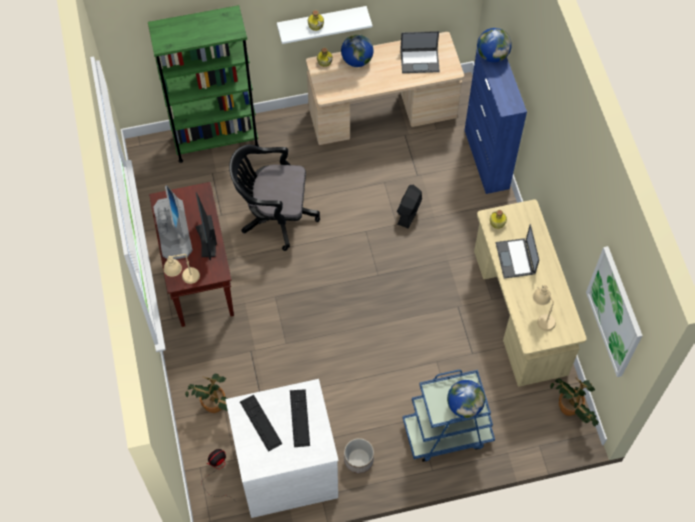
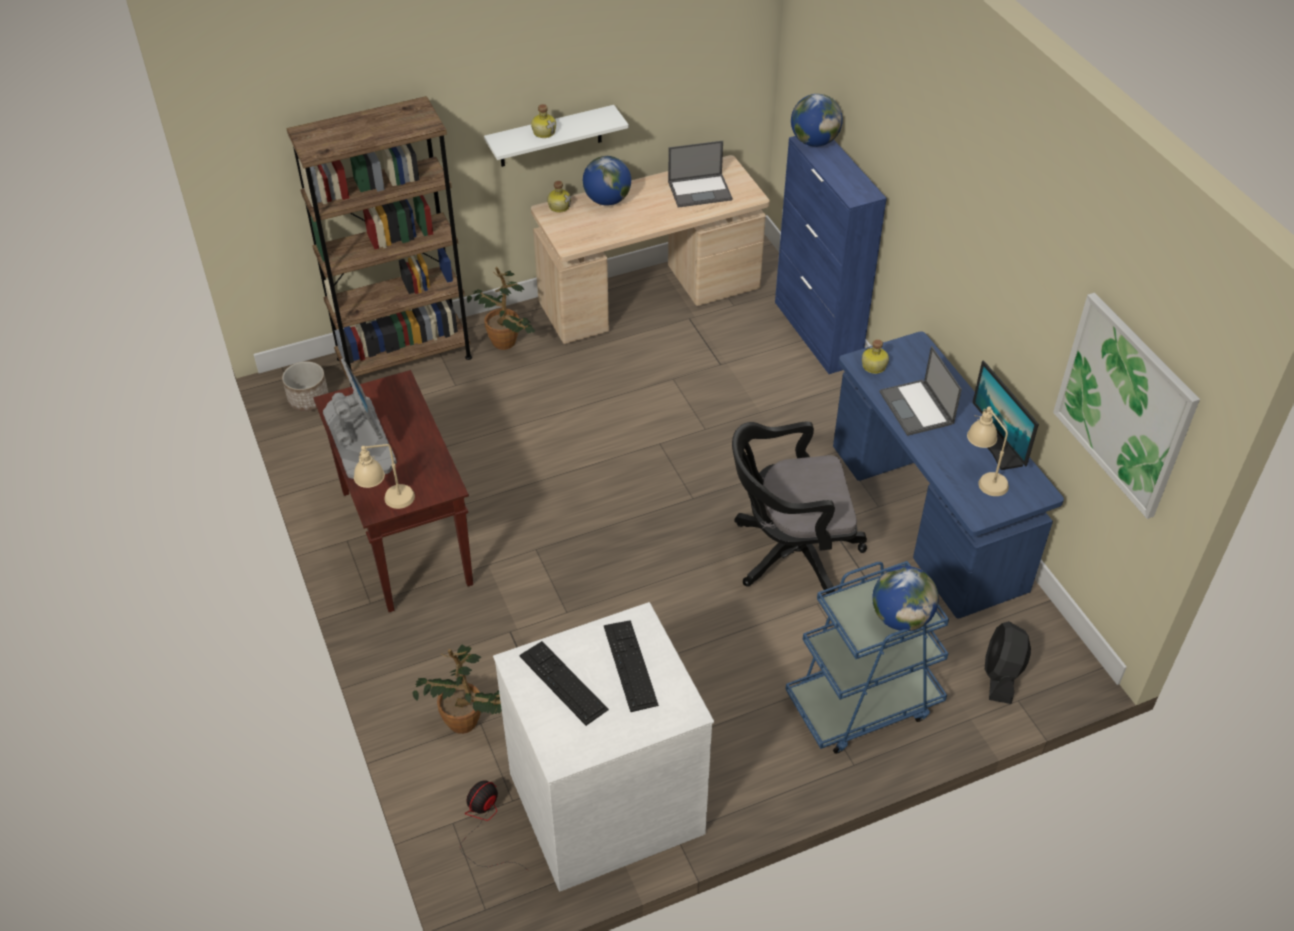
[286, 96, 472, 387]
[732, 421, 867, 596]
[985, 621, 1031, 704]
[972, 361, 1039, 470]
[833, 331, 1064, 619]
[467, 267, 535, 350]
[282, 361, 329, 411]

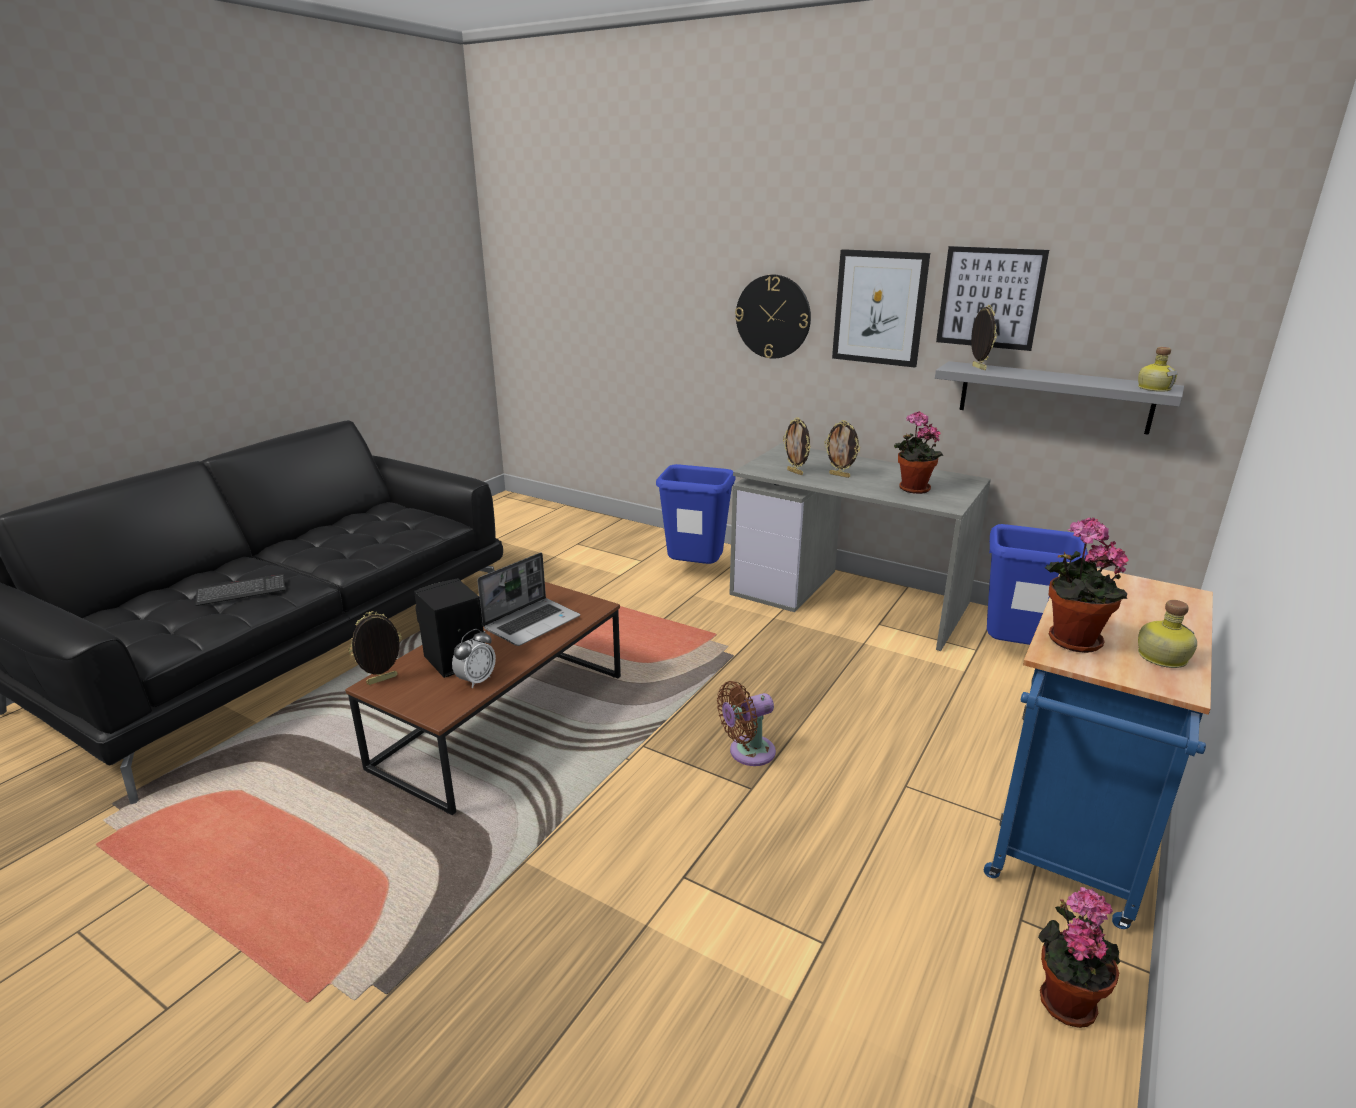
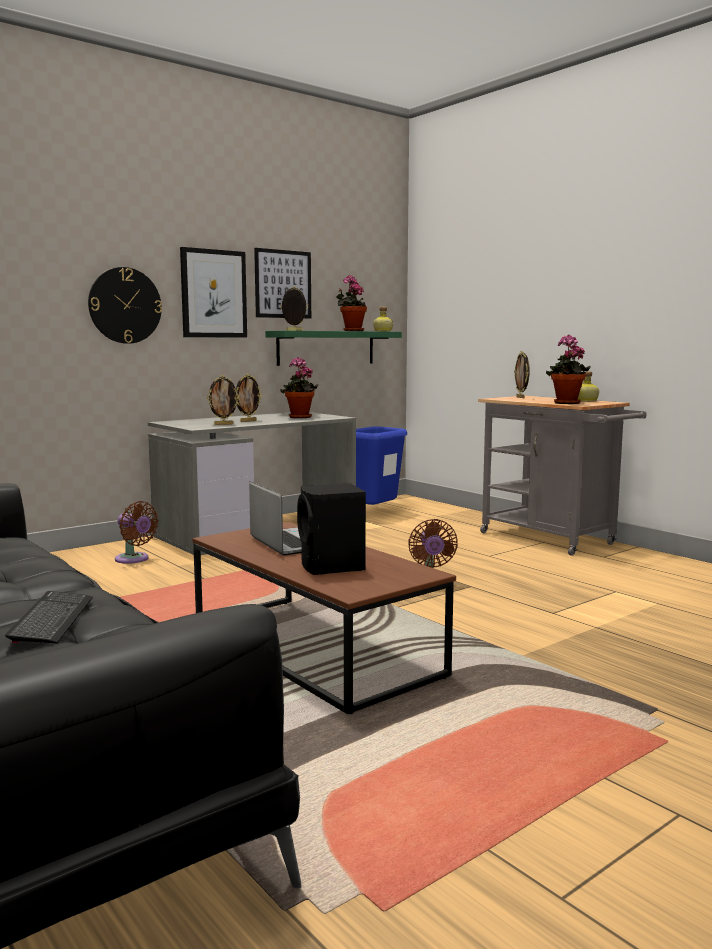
[265, 331, 402, 366]
[115, 501, 159, 564]
[478, 396, 647, 556]
[514, 351, 529, 398]
[452, 629, 496, 688] (first image)
[336, 275, 367, 331]

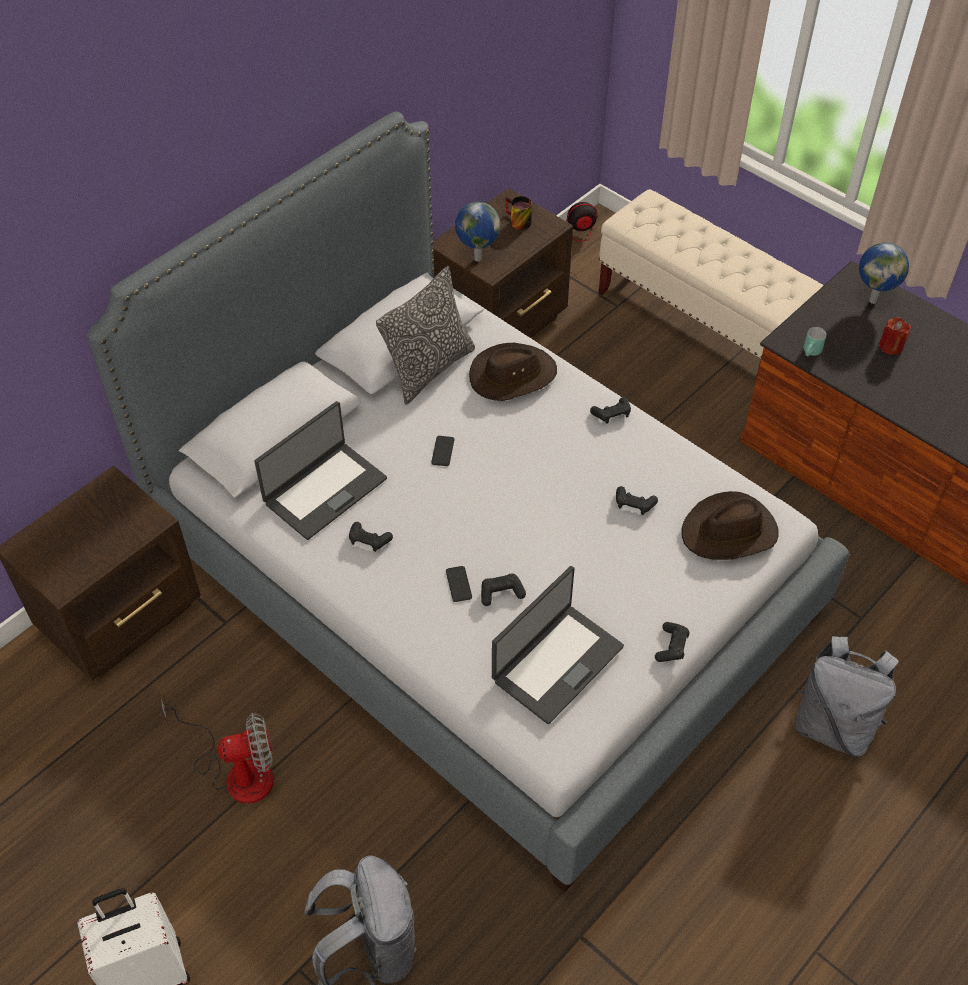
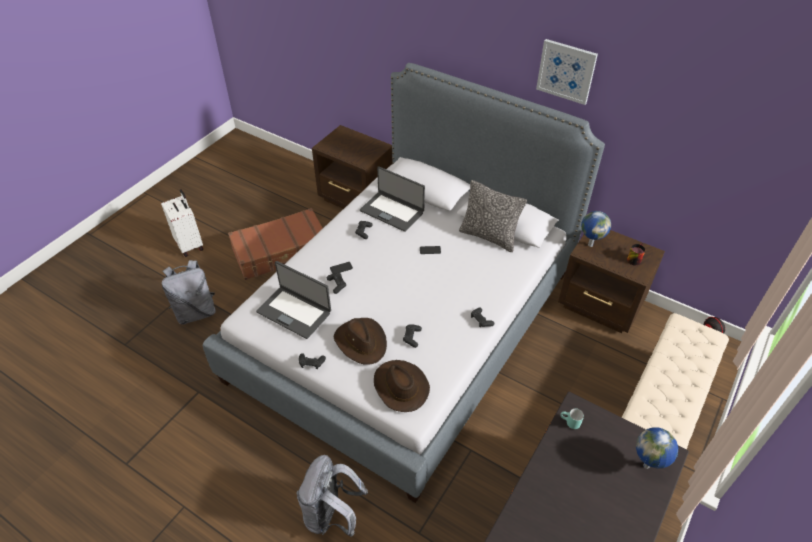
[879, 317, 911, 355] (first image)
[334, 318, 387, 365]
[228, 208, 323, 280]
[536, 39, 598, 105]

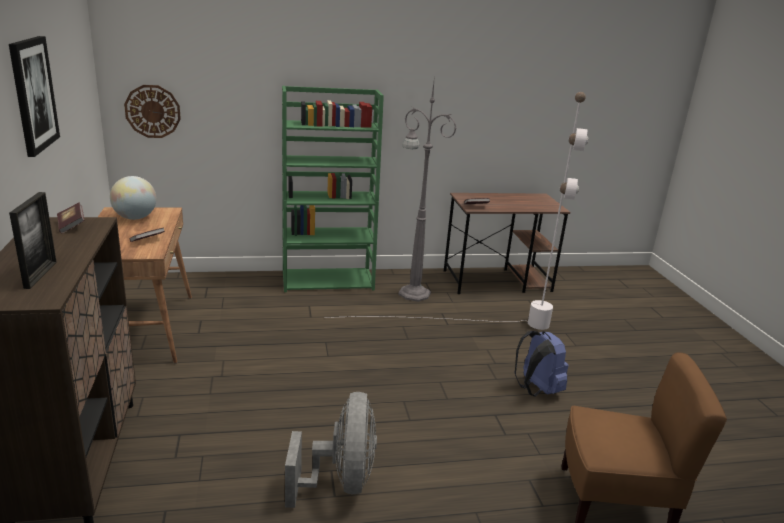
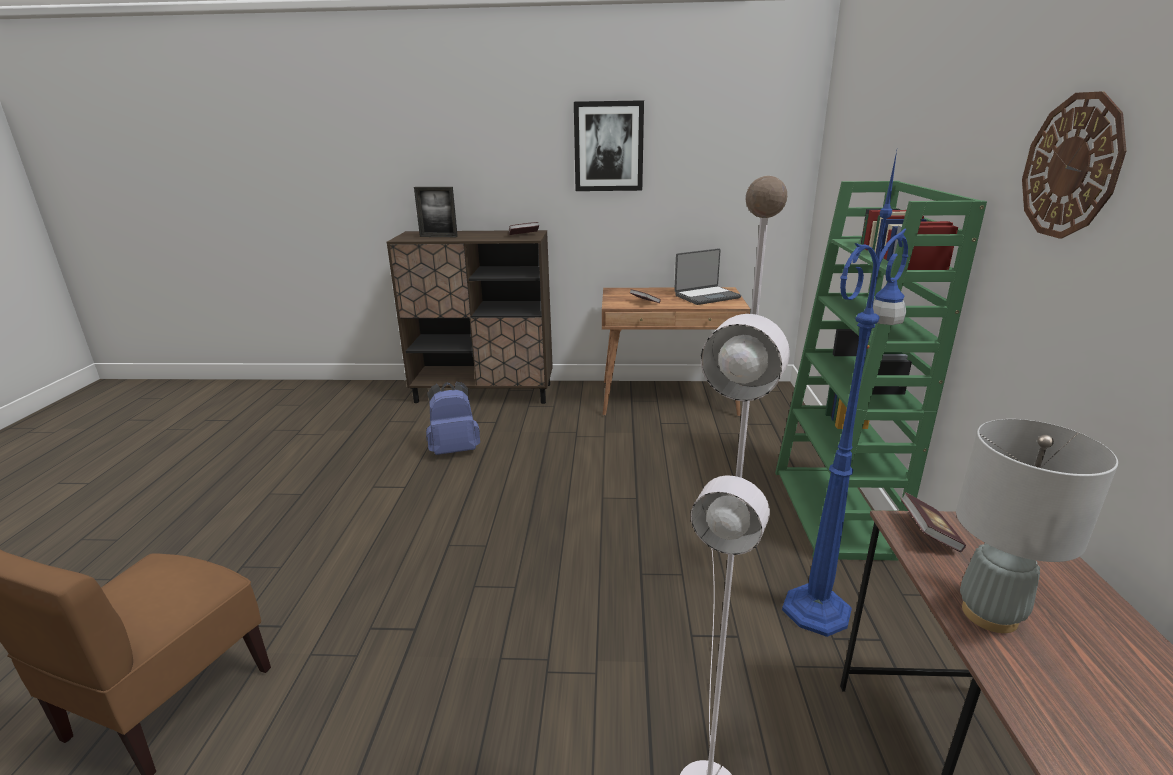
[782, 151, 909, 637]
[1022, 91, 1126, 239]
[674, 248, 741, 305]
[426, 382, 480, 455]
[285, 392, 377, 508] (first image)
[956, 419, 1118, 633]

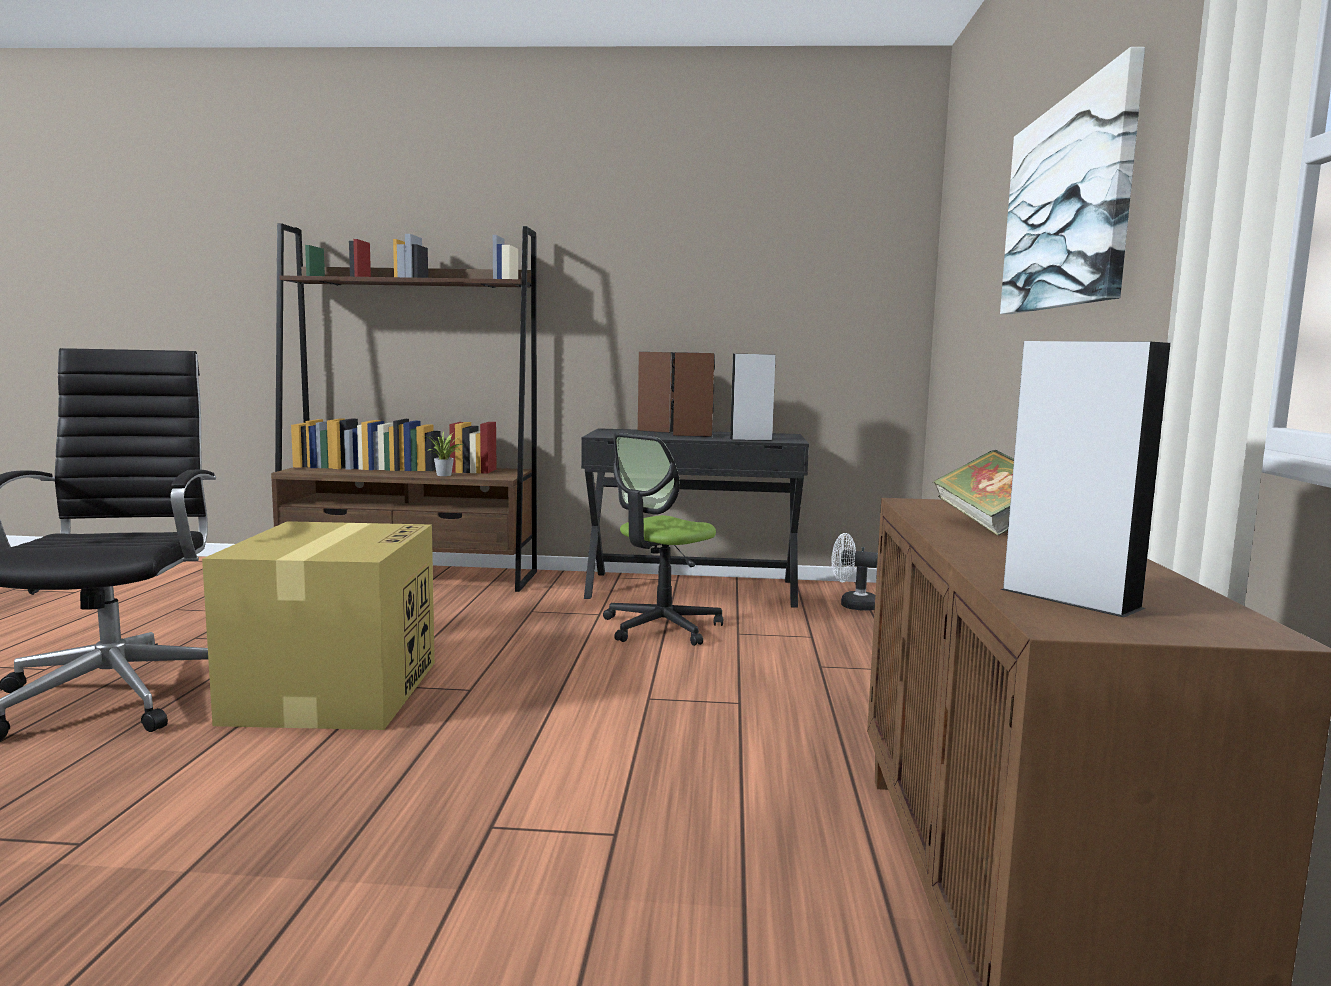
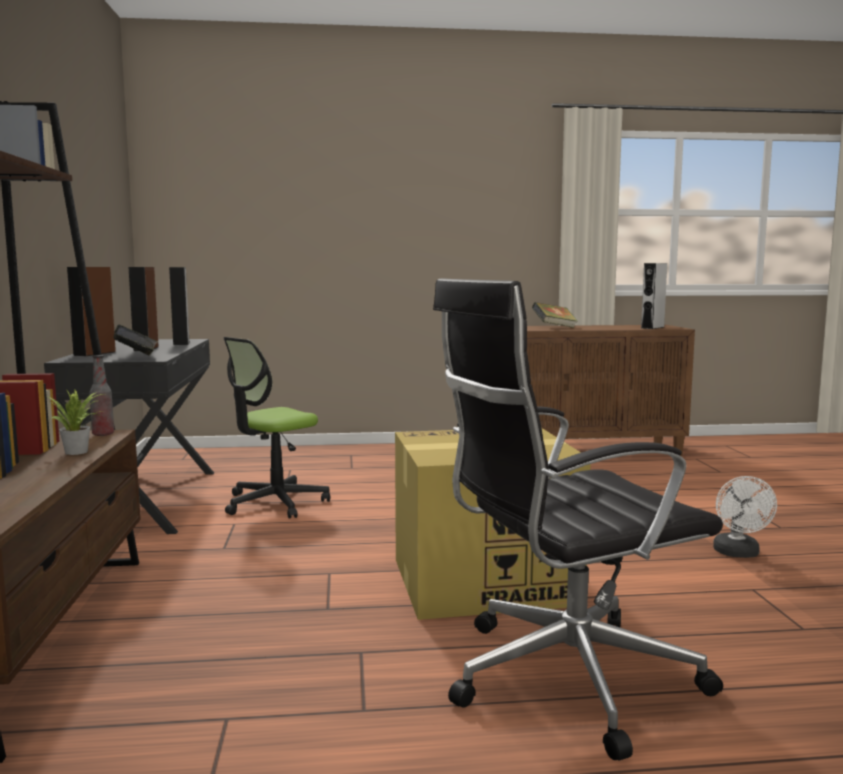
[1000, 47, 1145, 314] (first image)
[224, 337, 330, 519]
[713, 476, 777, 558]
[114, 325, 158, 356]
[89, 355, 114, 436]

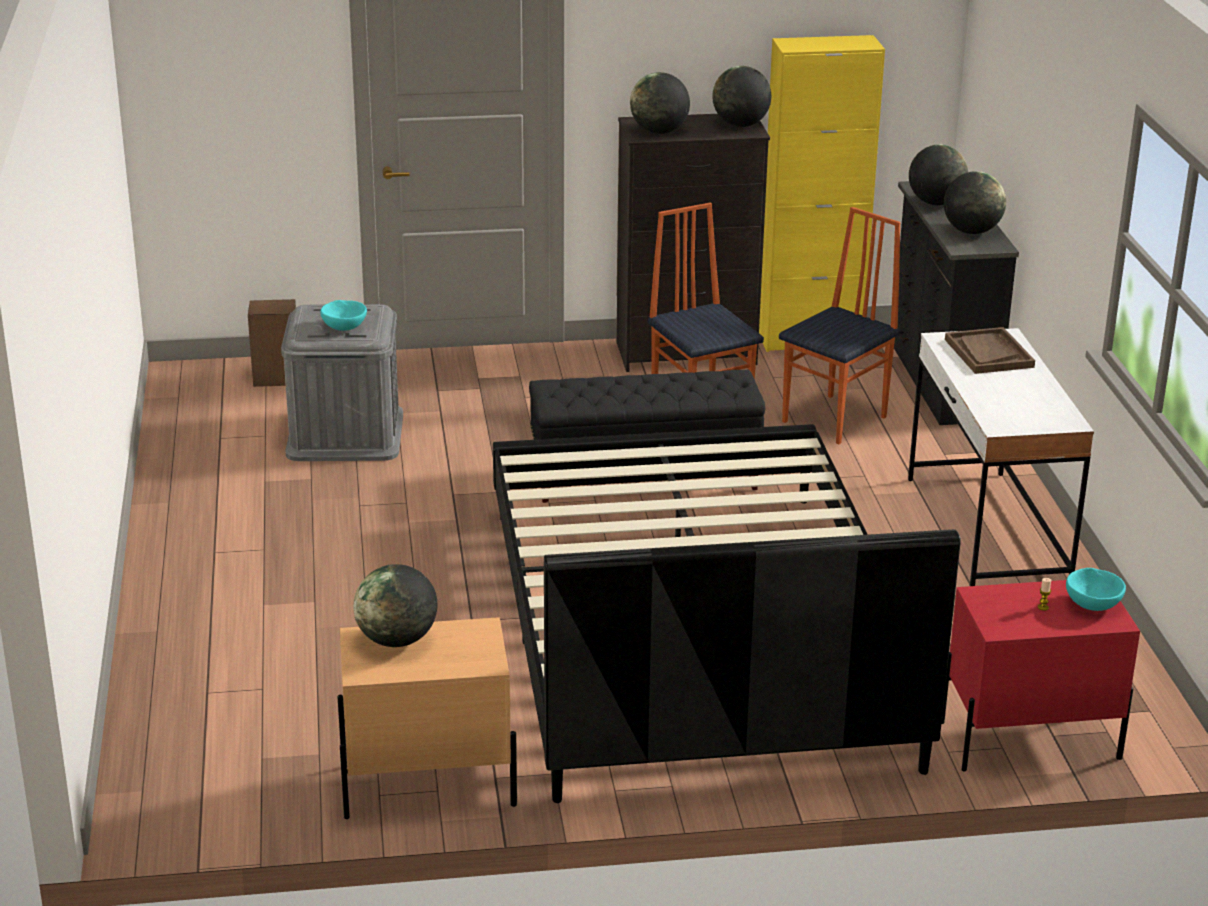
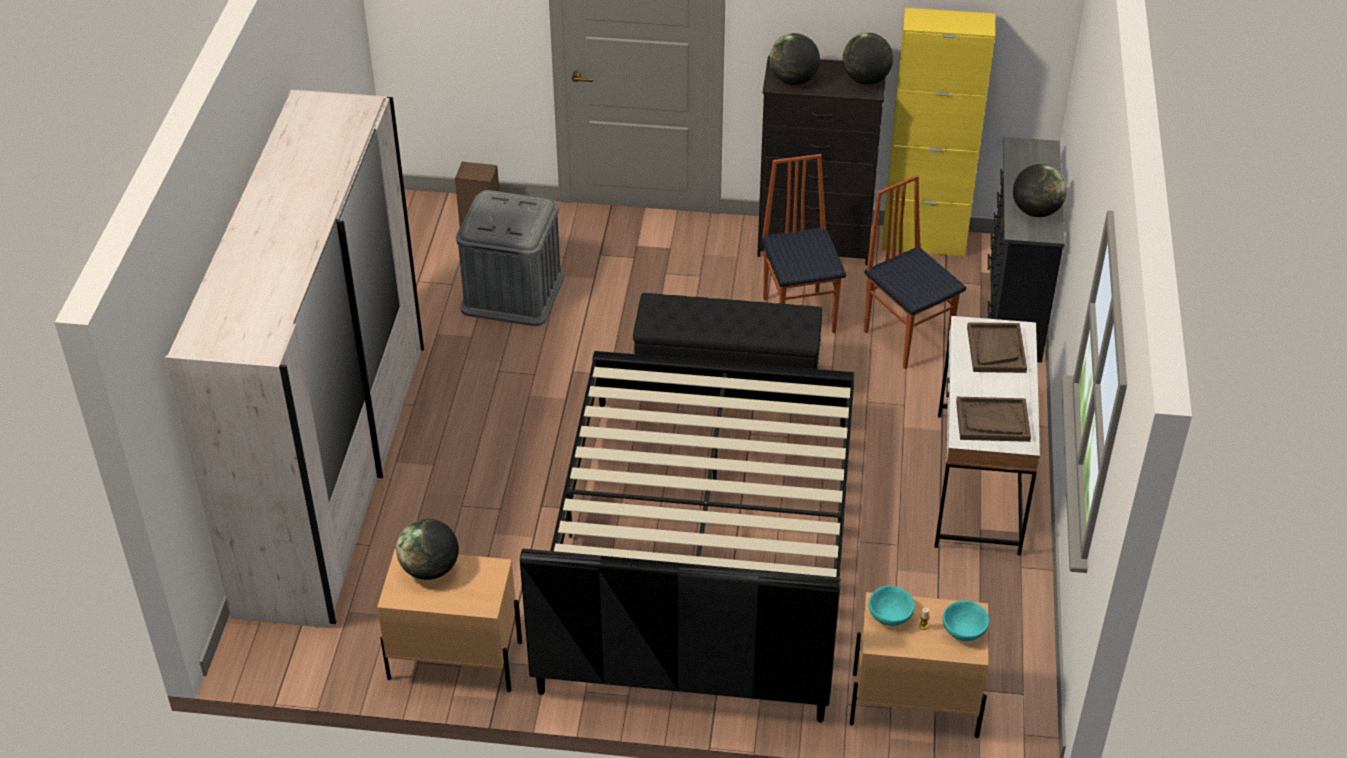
[909, 144, 968, 205] (first image)
[864, 175, 966, 369]
[869, 586, 915, 626]
[850, 592, 988, 738]
[165, 90, 424, 628]
[956, 397, 1031, 442]

